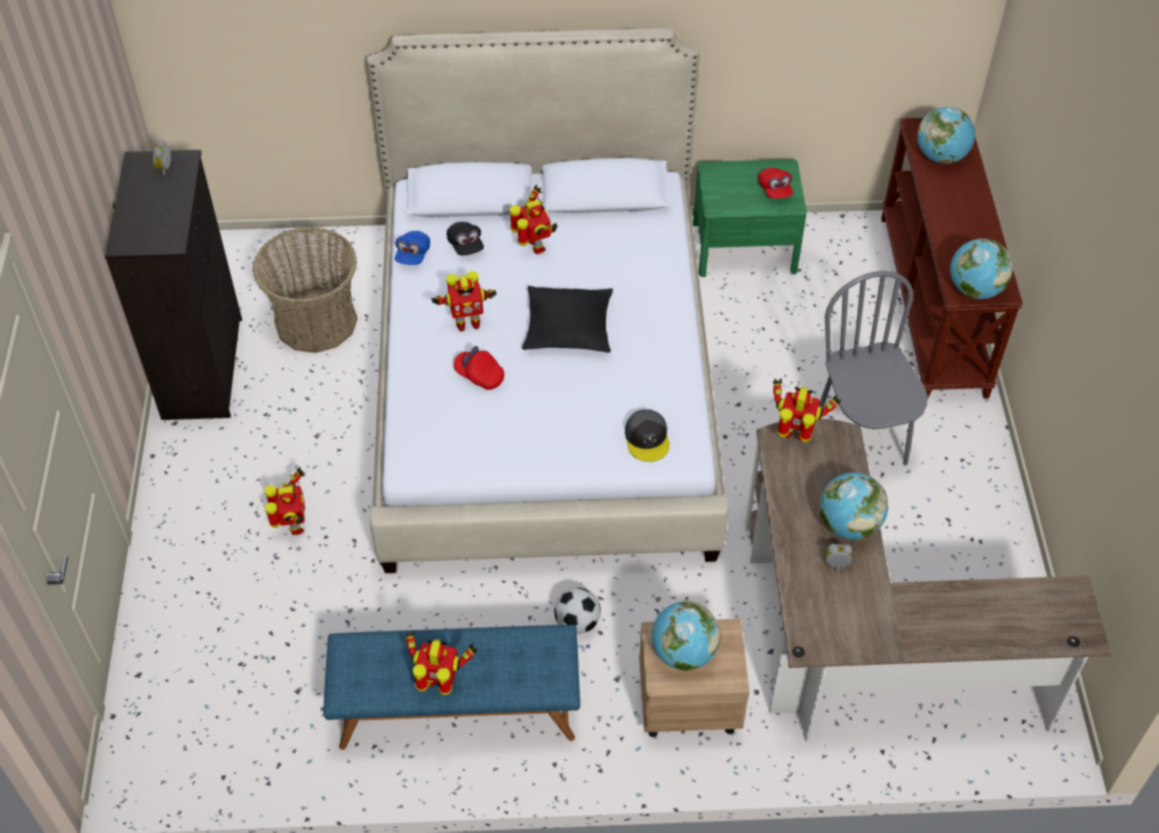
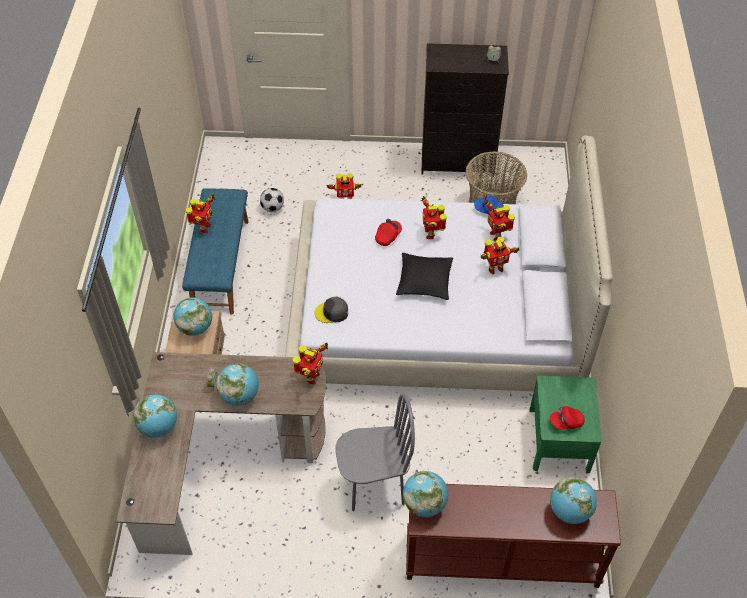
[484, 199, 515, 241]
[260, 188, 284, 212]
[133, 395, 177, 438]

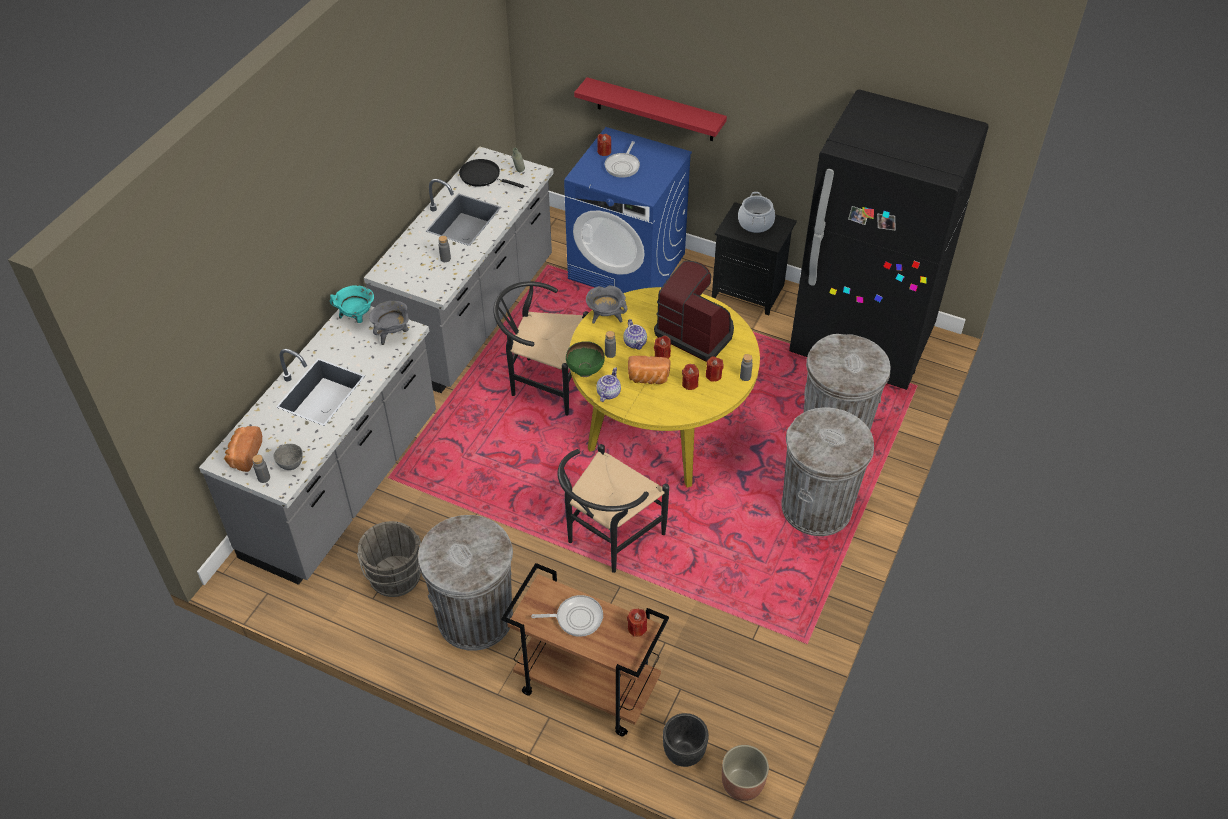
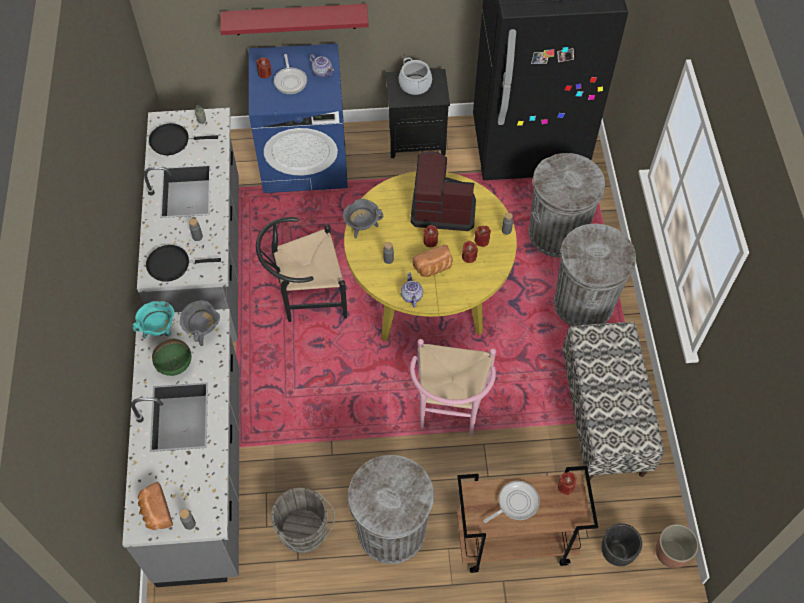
[309, 54, 334, 77]
[152, 339, 191, 376]
[274, 444, 303, 470] (first image)
[410, 339, 496, 435]
[146, 245, 221, 282]
[562, 322, 664, 480]

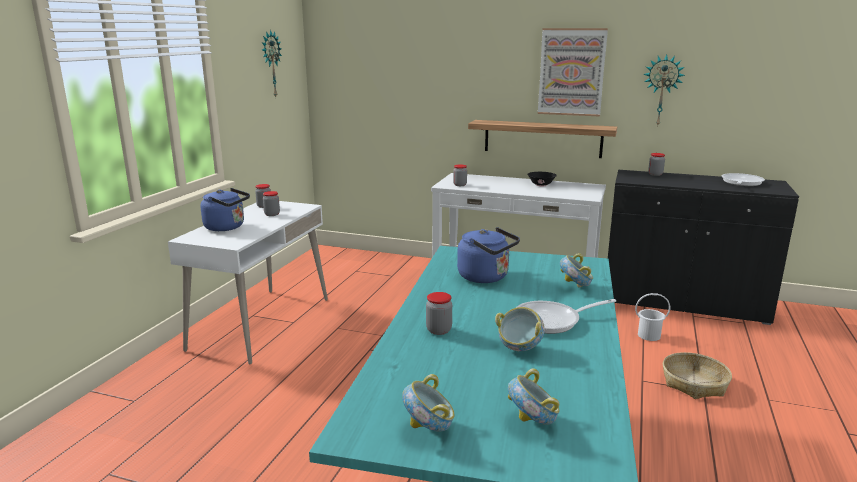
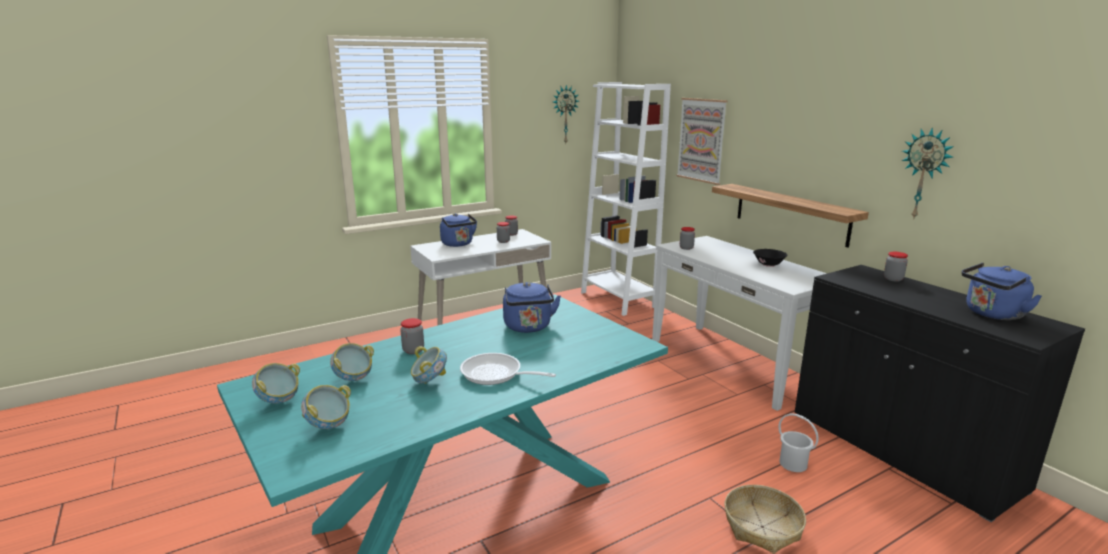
[676, 98, 728, 185]
[961, 263, 1042, 320]
[330, 343, 374, 381]
[581, 82, 671, 316]

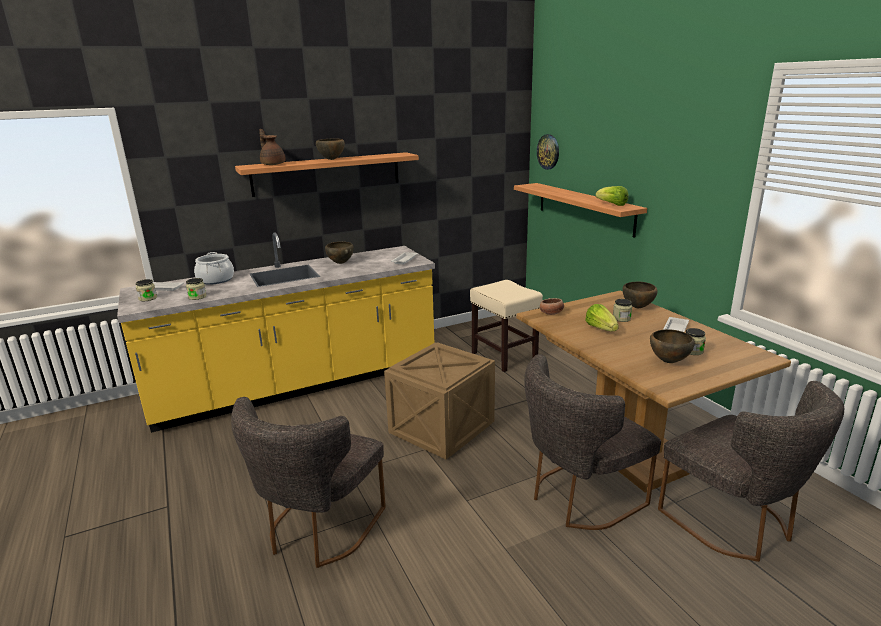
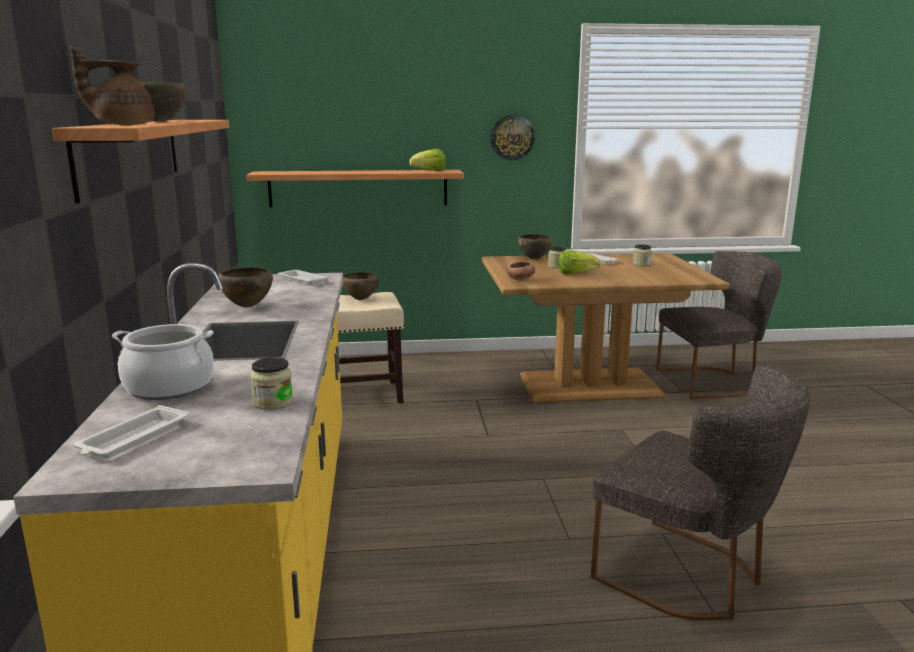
[490, 114, 535, 160]
[136, 279, 157, 301] (first image)
[343, 272, 379, 300]
[384, 342, 495, 459] (first image)
[524, 354, 661, 530] (first image)

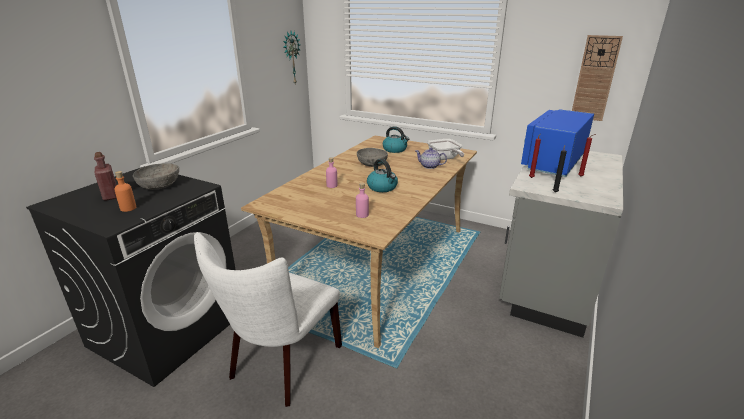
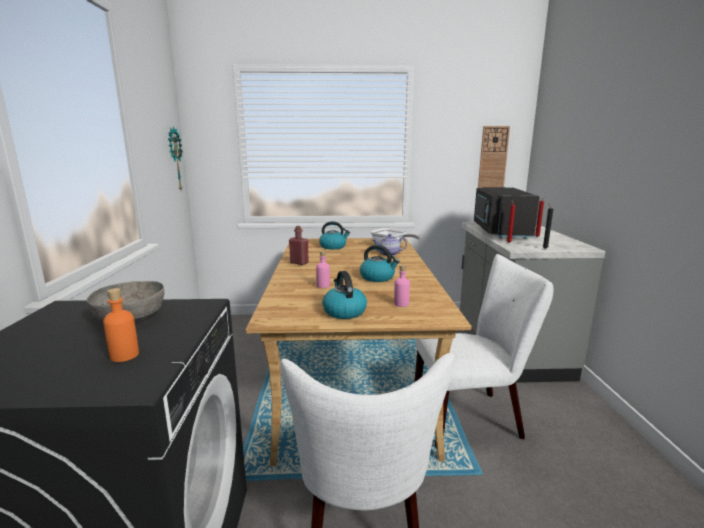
[474, 187, 539, 239]
[357, 148, 388, 167] (first image)
[289, 226, 309, 265]
[414, 254, 553, 449]
[322, 271, 367, 319]

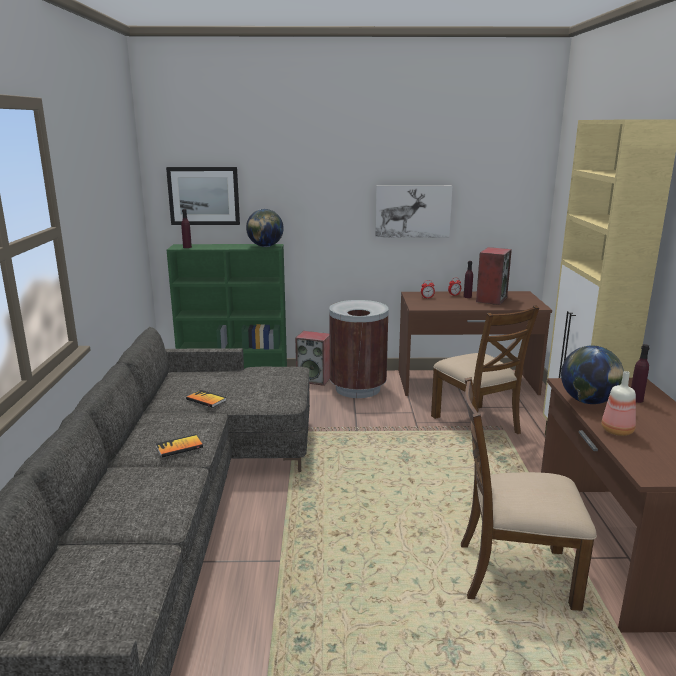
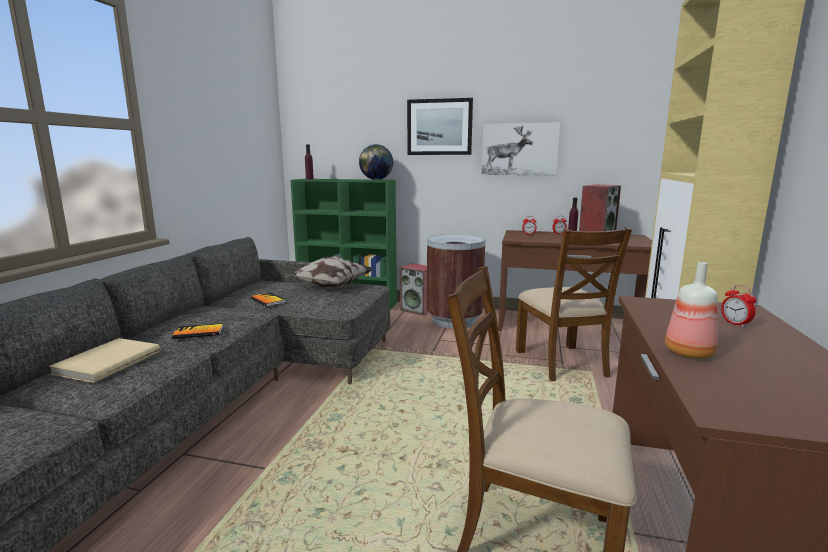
[407, 98, 473, 155]
[721, 285, 756, 328]
[561, 346, 624, 404] (first image)
[283, 256, 373, 288]
[49, 338, 160, 383]

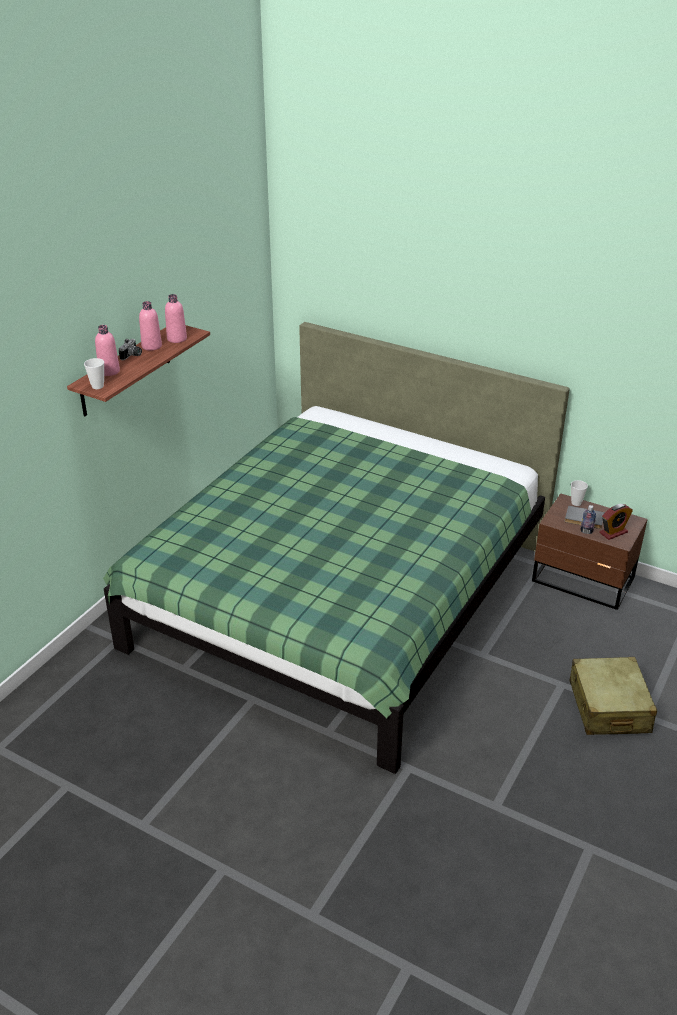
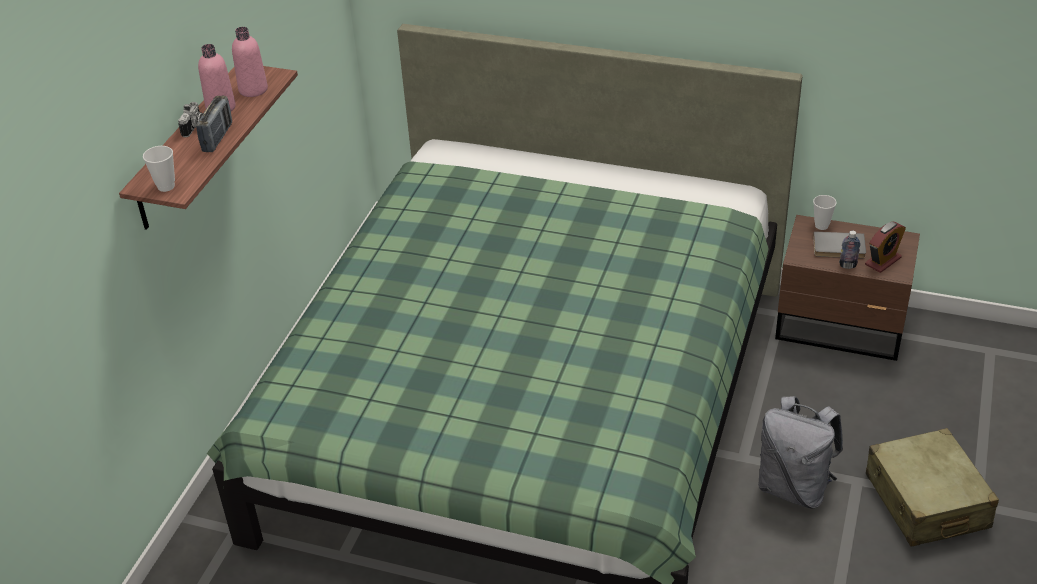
[95, 325, 120, 376] (first image)
[196, 96, 232, 152]
[758, 396, 843, 508]

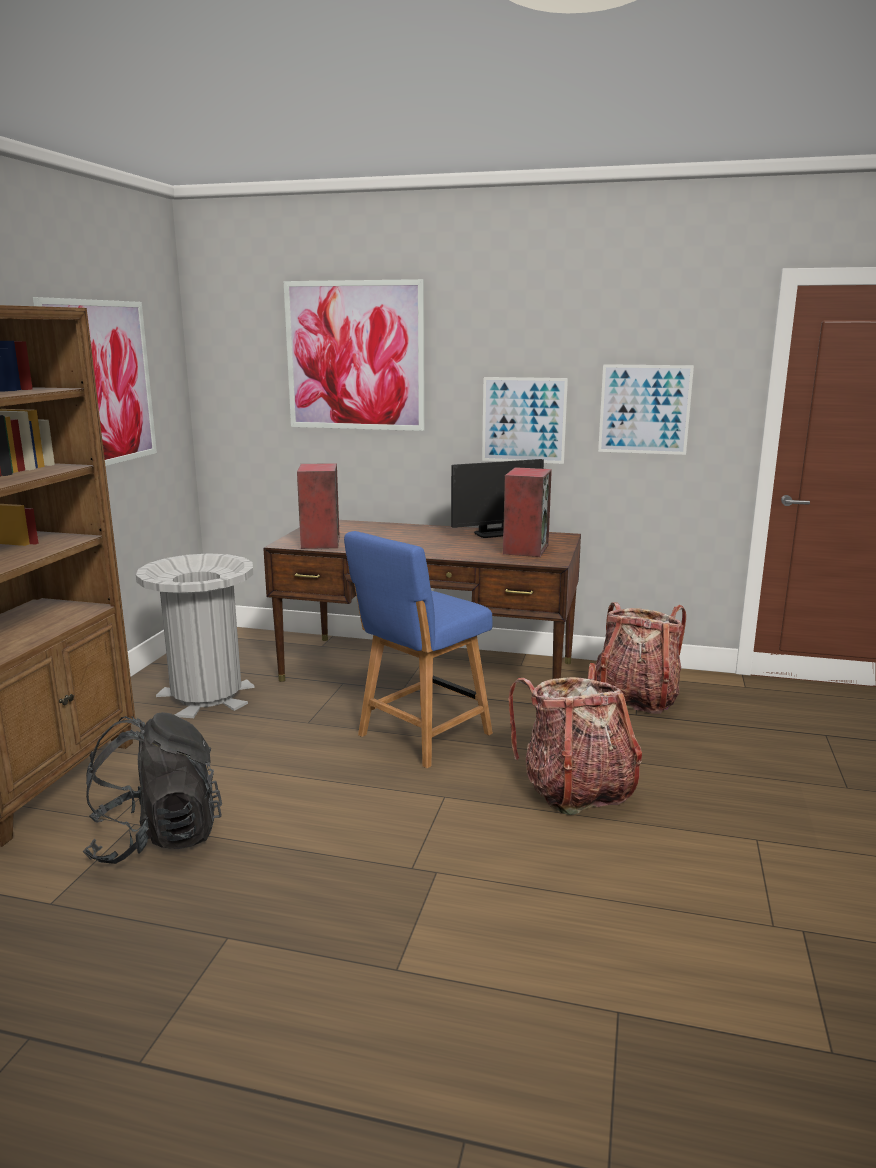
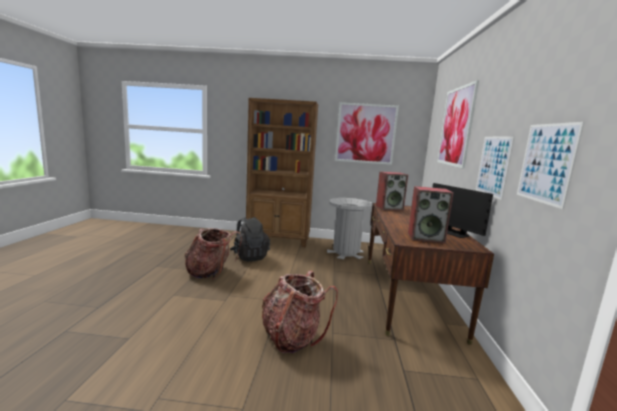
[344, 531, 493, 768] (first image)
[185, 228, 242, 280]

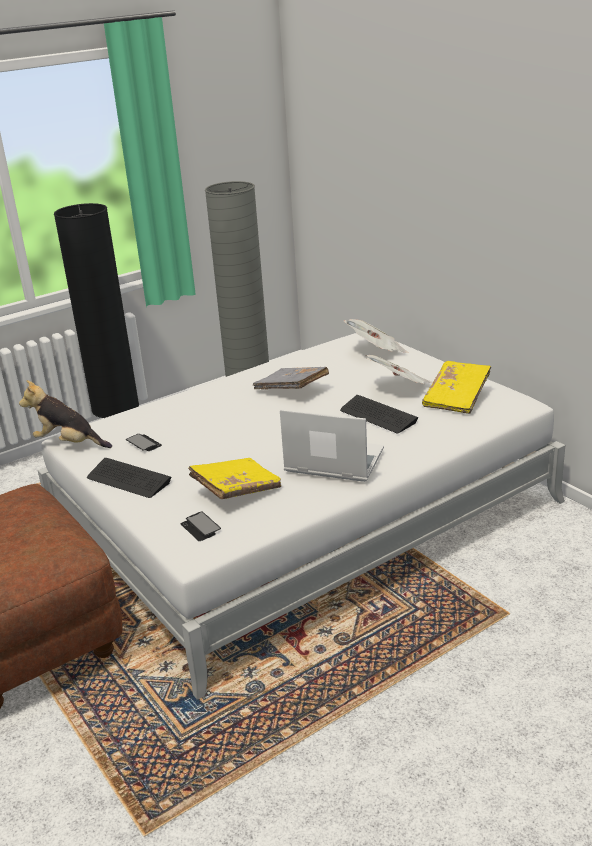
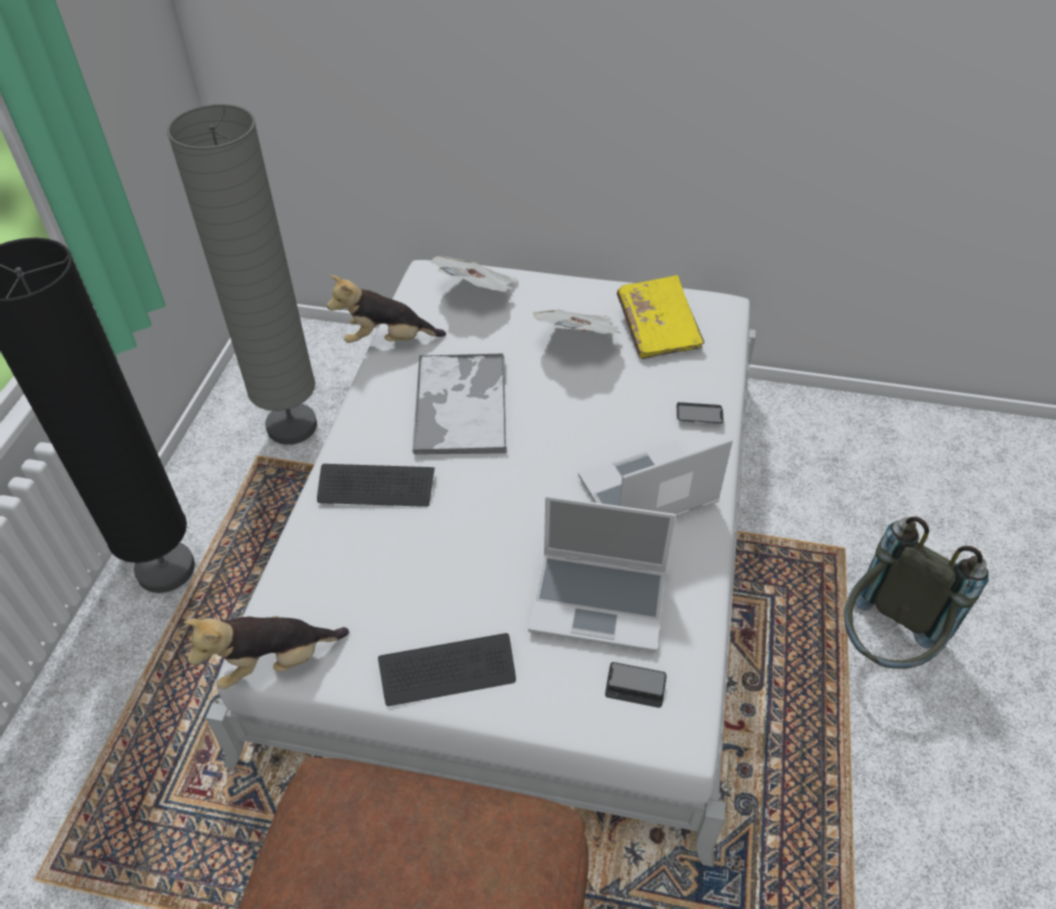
[412, 354, 507, 454]
[317, 464, 435, 507]
[677, 402, 724, 423]
[528, 496, 676, 652]
[327, 275, 446, 343]
[844, 516, 988, 669]

